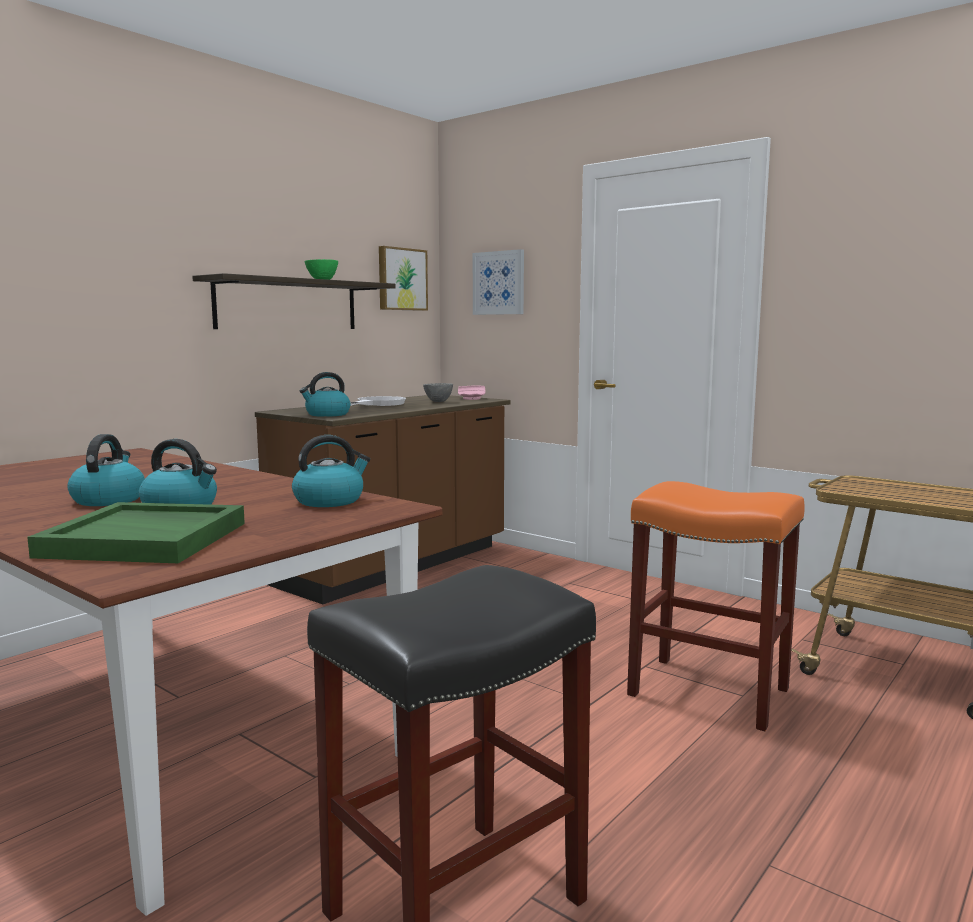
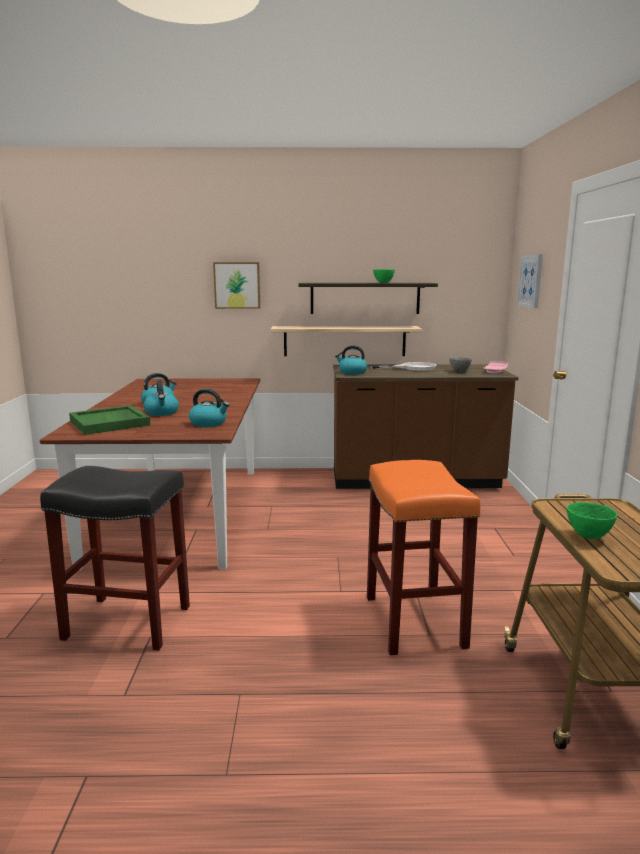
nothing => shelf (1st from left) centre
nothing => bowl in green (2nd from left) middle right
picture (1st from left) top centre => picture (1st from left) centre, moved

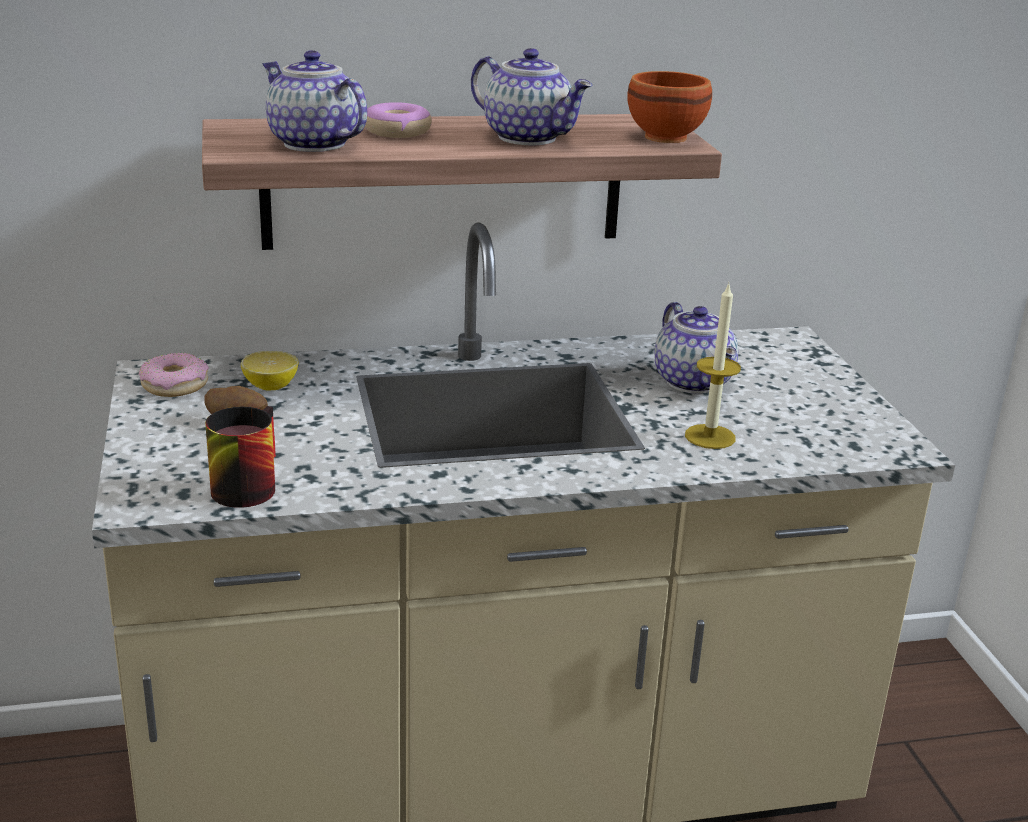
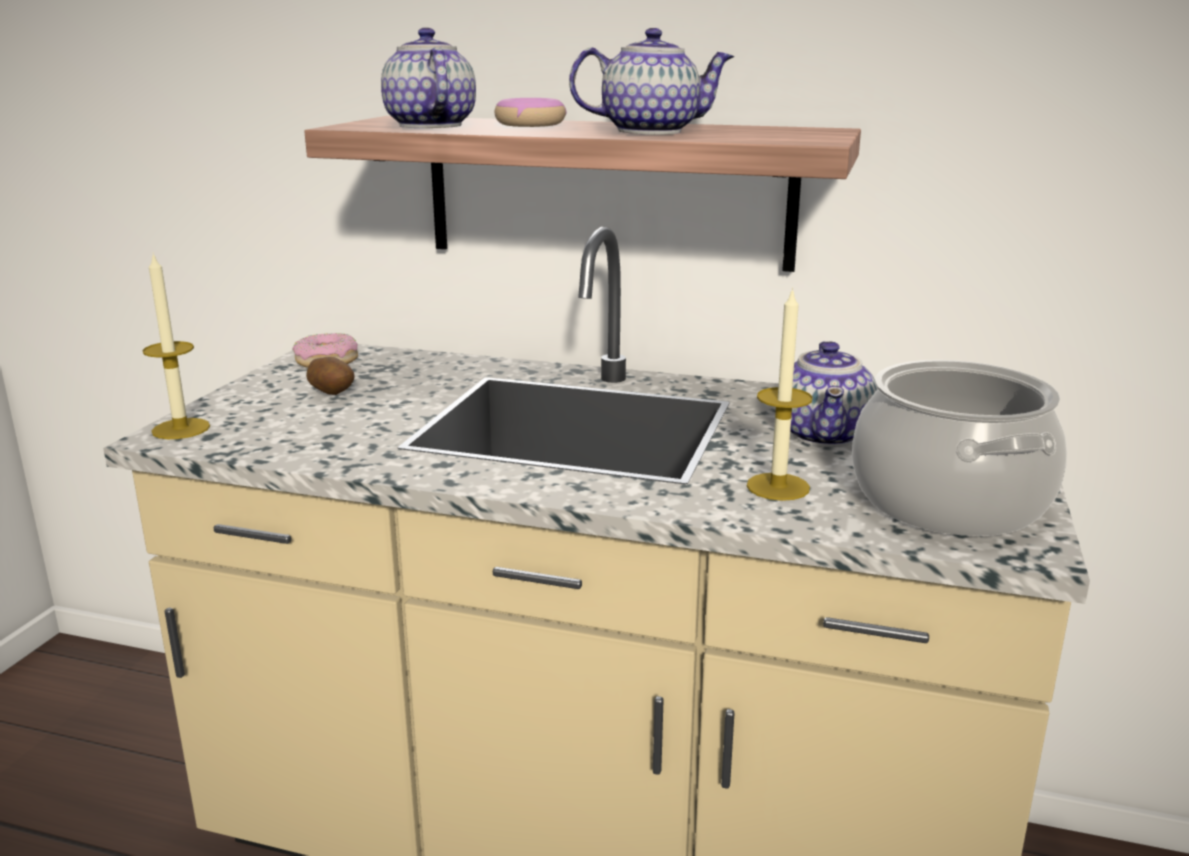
mug middle left => nothing
lemon middle left => nothing
bowl in brown top centre => nothing
nothing => candle (1st from left) middle left
nothing => cooking pot middle right
teapot (2nd from left) top centre, 75 degrees counterclockwise

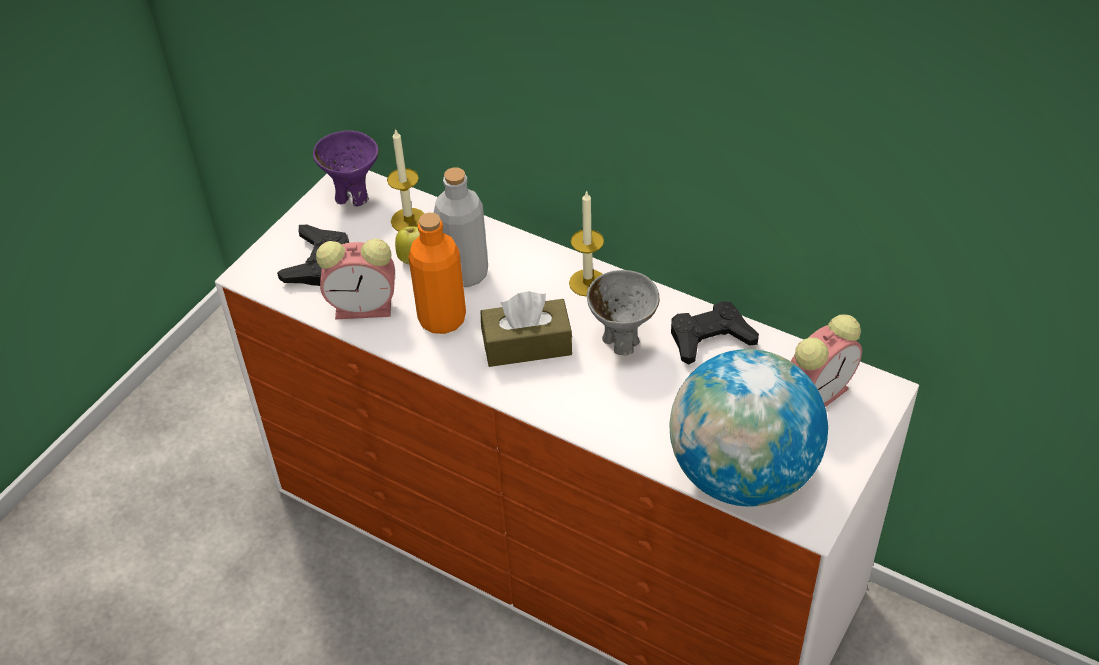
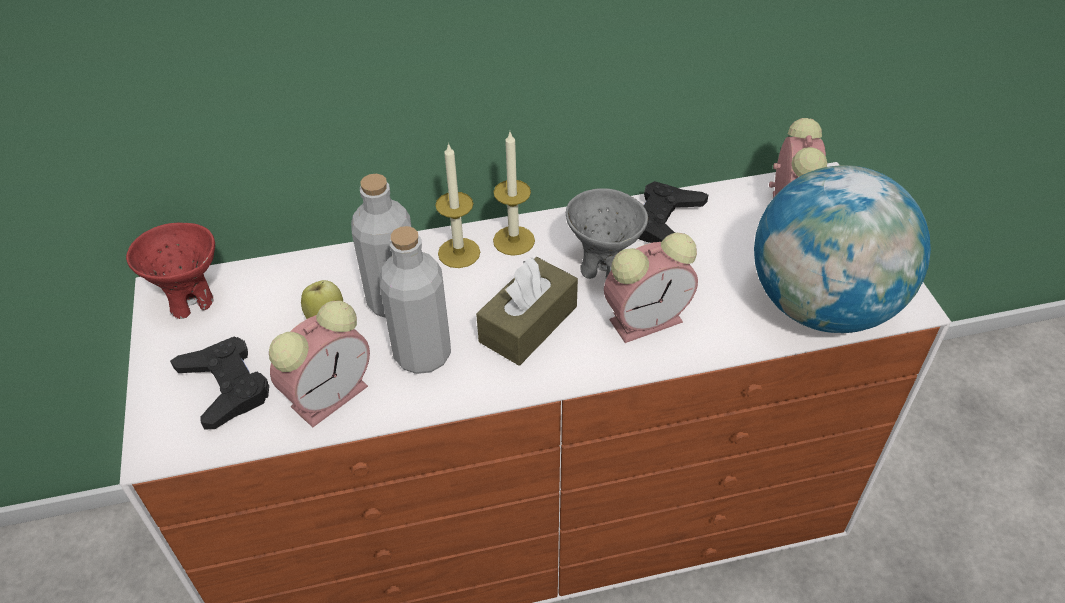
nothing => alarm clock (2nd from left) centre
candle (1st from left) top centre => candle (1st from left) centre, moved
bowl in purple top left => bowl in red middle left
bottle in orange centre => bottle in grey (2nd from left) centre

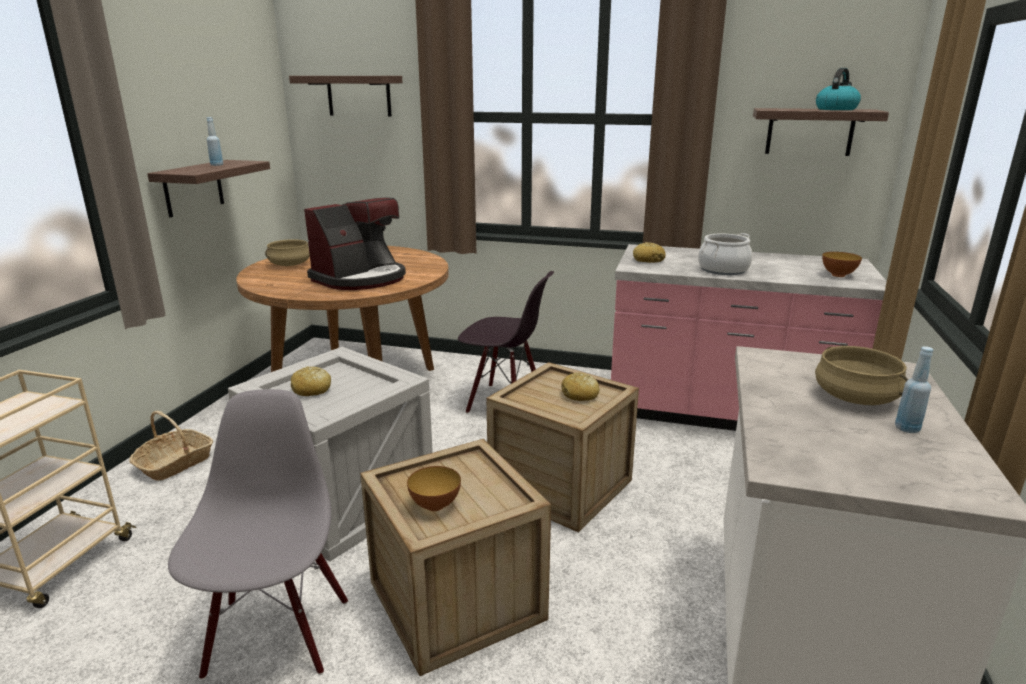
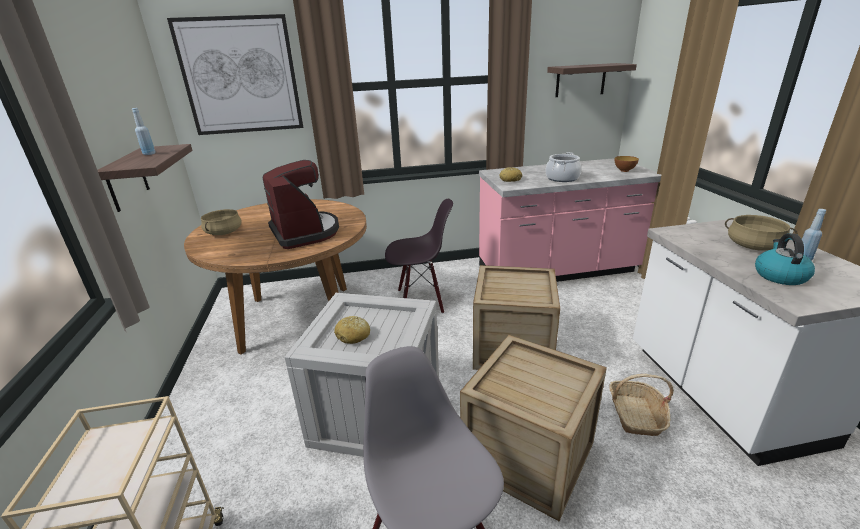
bowl (1st from left) bottom centre => nothing
bread (2nd from left) centre => nothing
basket middle left => basket bottom right, moved
kettle top right => kettle middle right, moved
shelf (2nd from left) top centre => picture top left
coffee machine centre, 45 degrees counterclockwise

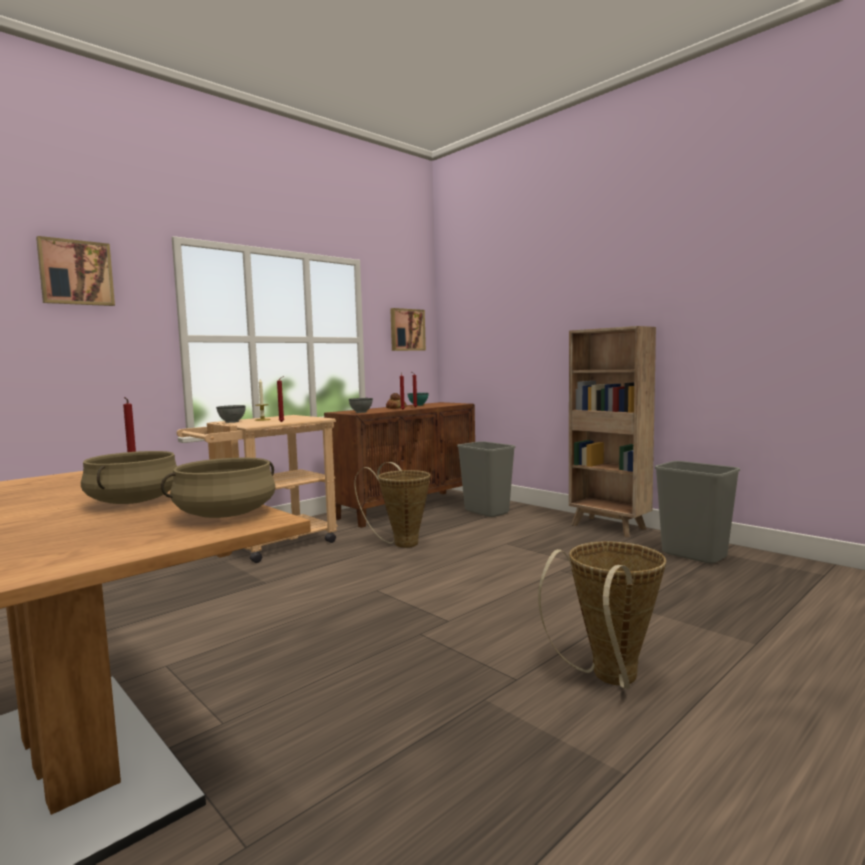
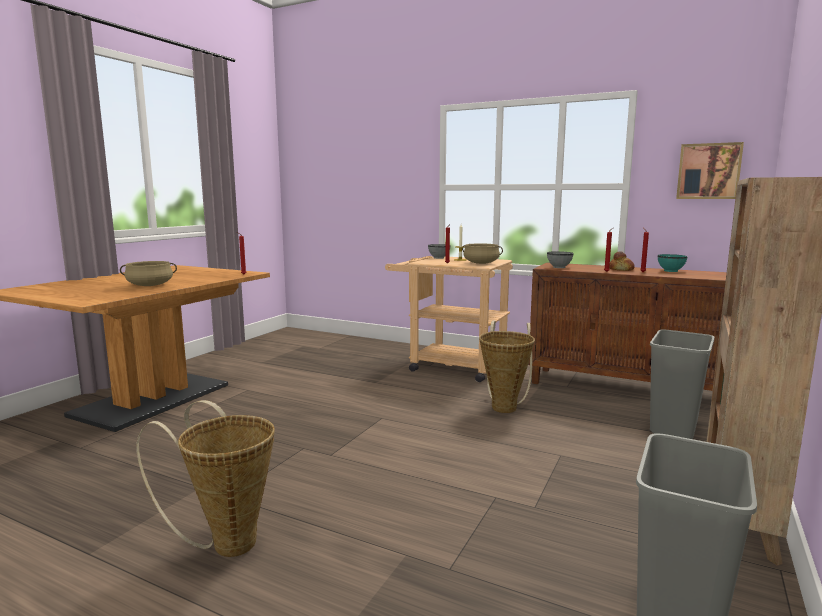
picture (1st from left) top left => nothing
cooking pot in beige (2nd from left) middle left => cooking pot in beige (2nd from left) centre, moved

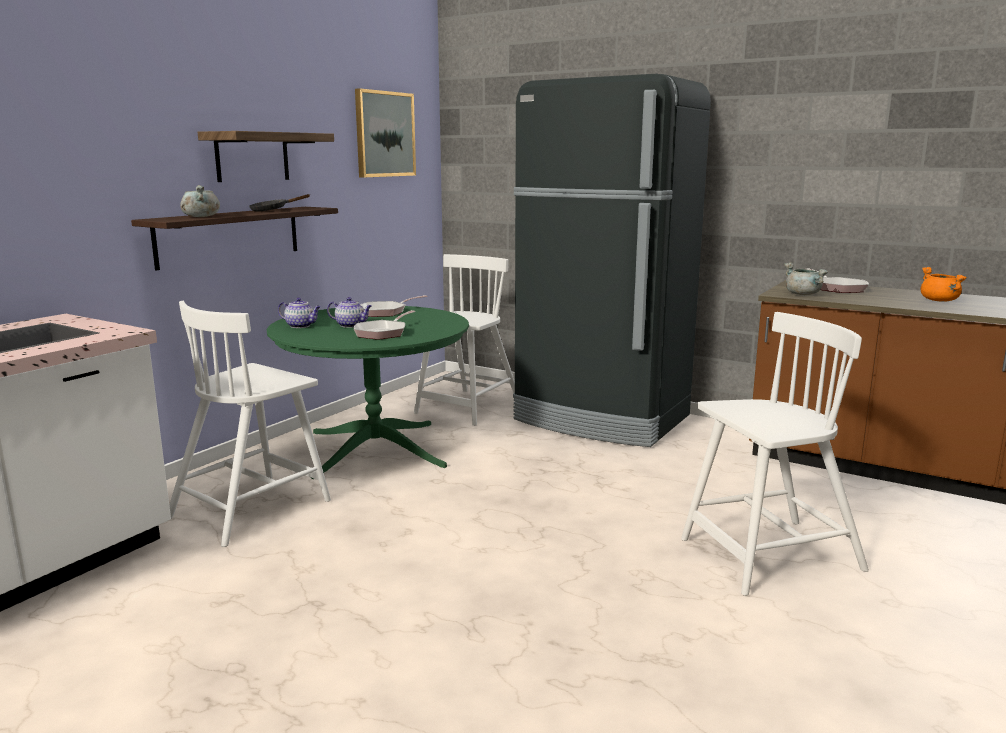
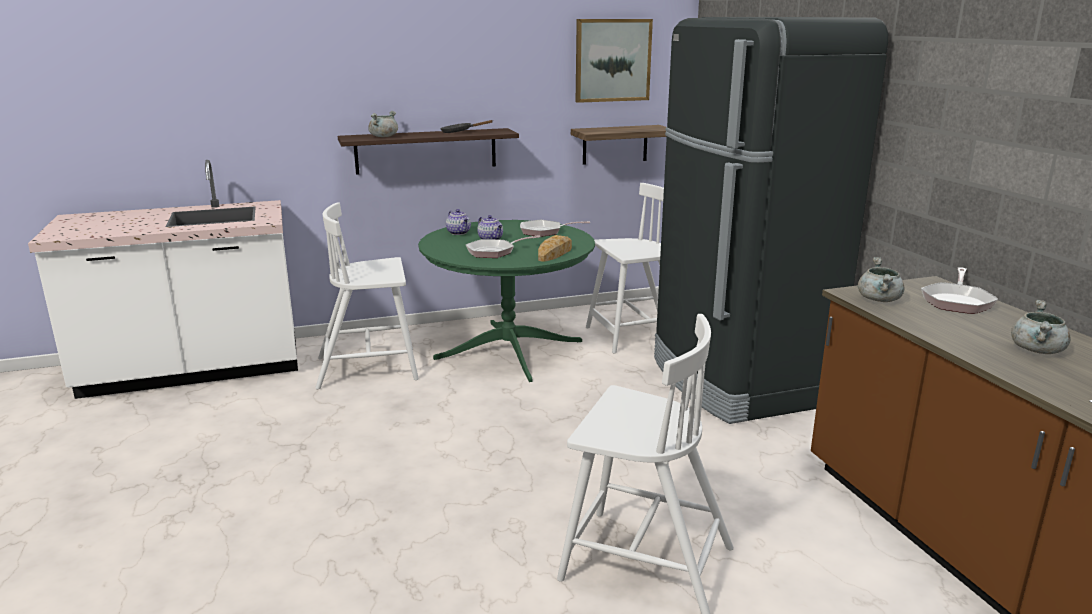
nothing => bread centre
shelf (2nd from left) top left => shelf (2nd from left) top centre, moved
cooking pot in orange middle right => cooking pot in grey (3rd from left) middle right

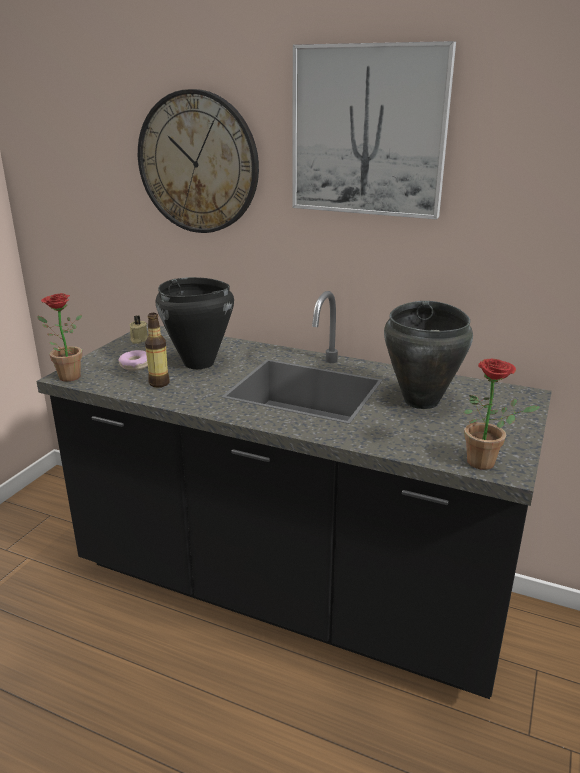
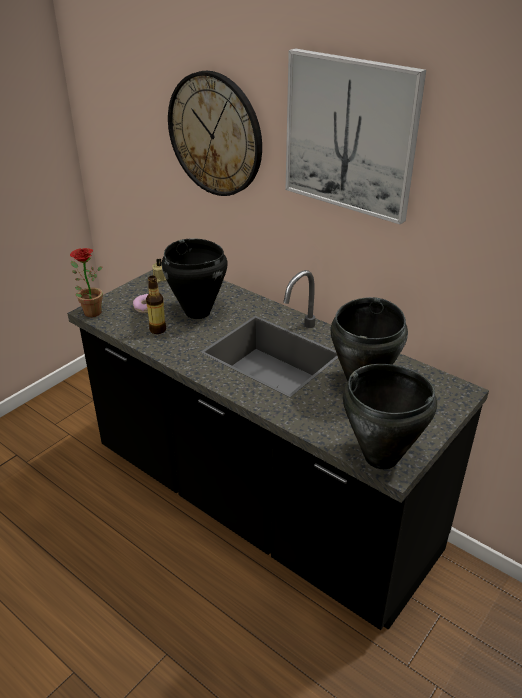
potted plant (2nd from left) middle right => cooking pot in black (3rd from left) middle right

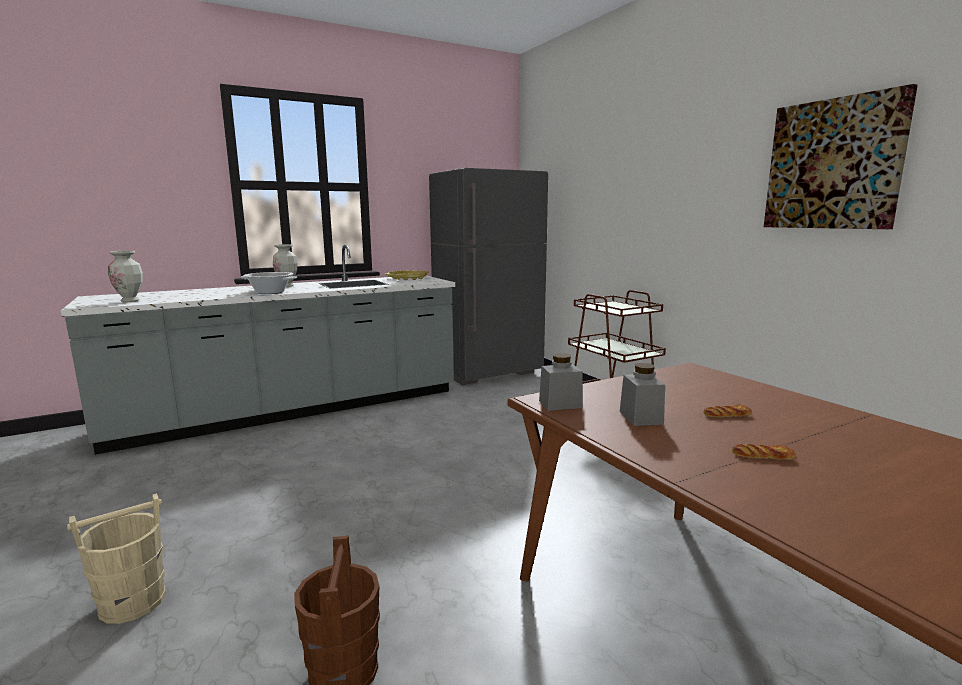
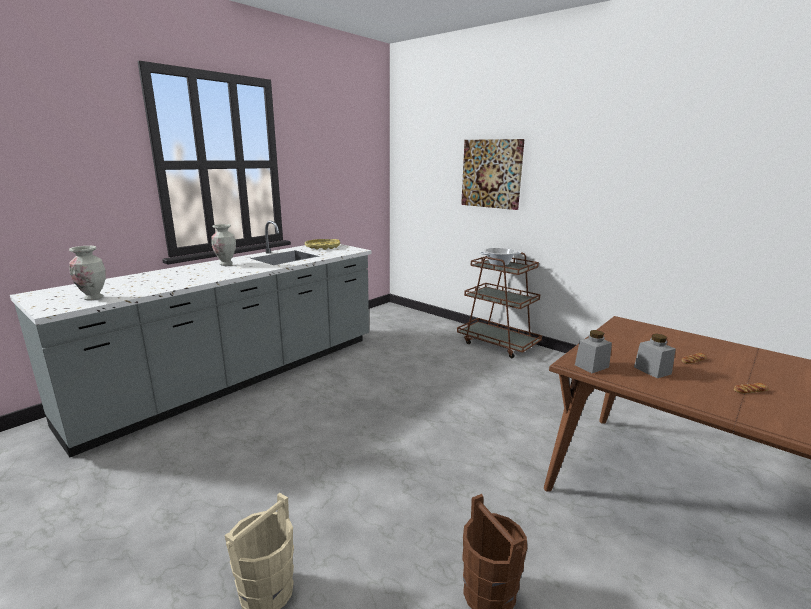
fridge in grey centre => nothing
cooking pot middle left => cooking pot centre, moved
picture top right => picture top centre, moved

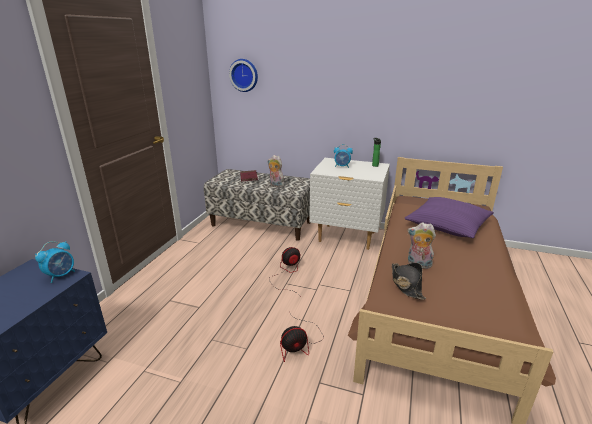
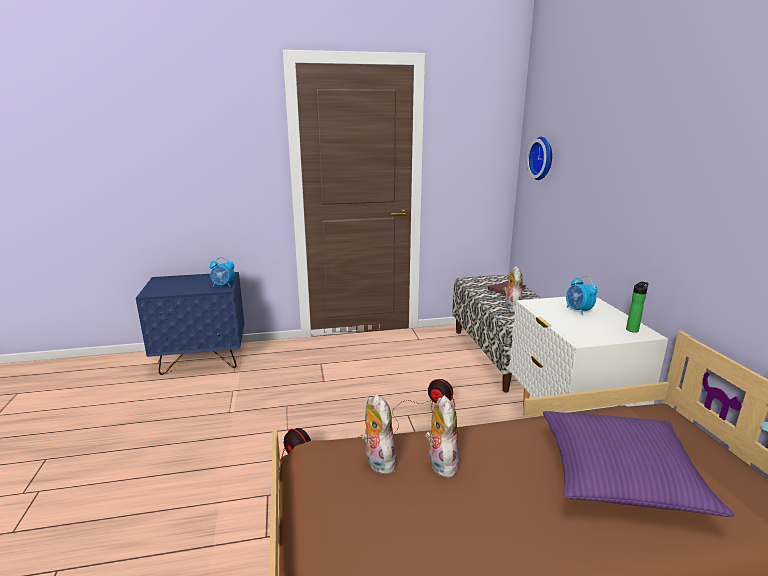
hat in black middle right => plush toy (1st from left) bottom centre

